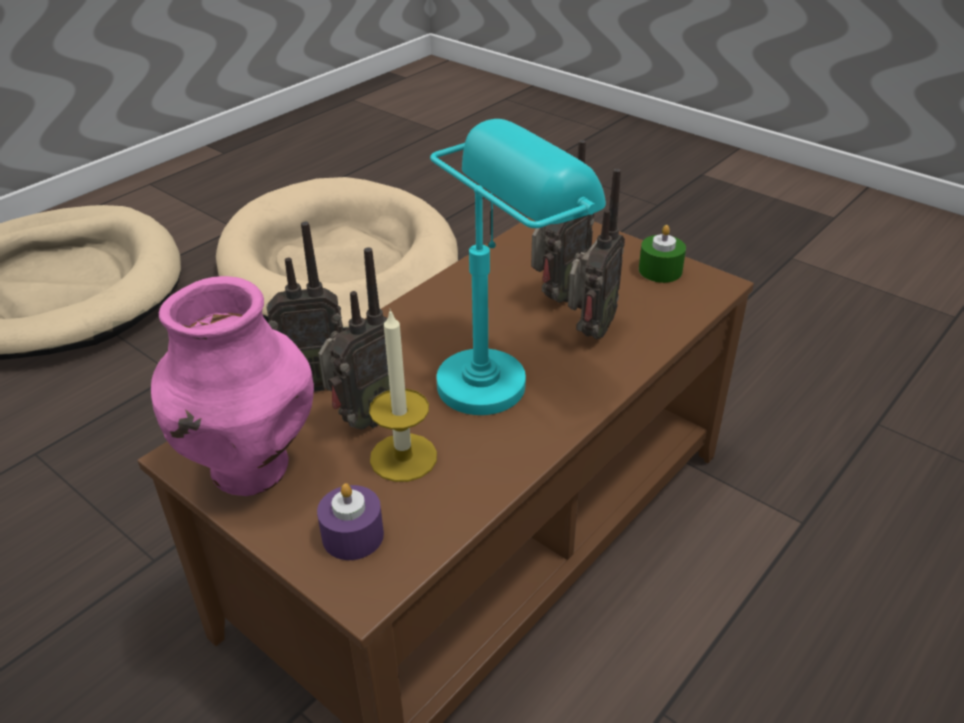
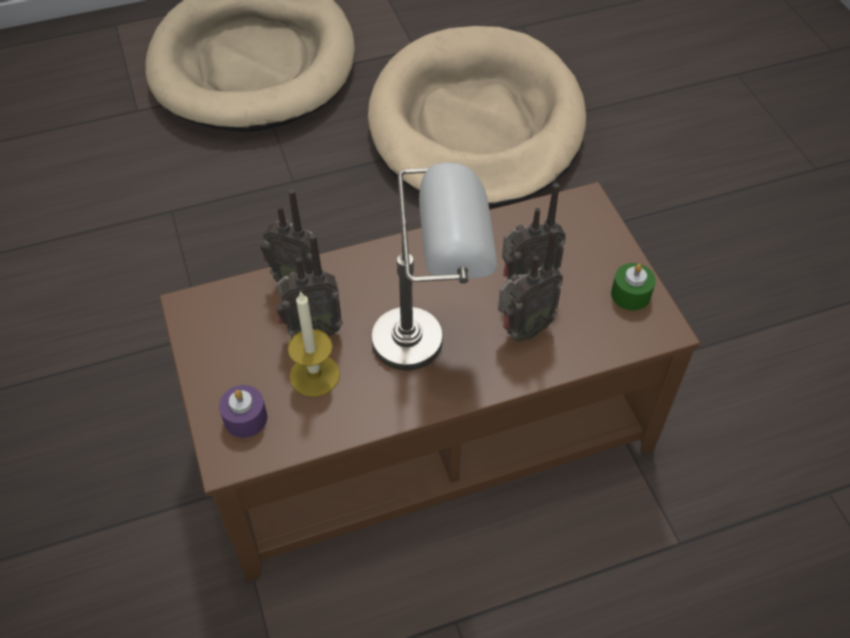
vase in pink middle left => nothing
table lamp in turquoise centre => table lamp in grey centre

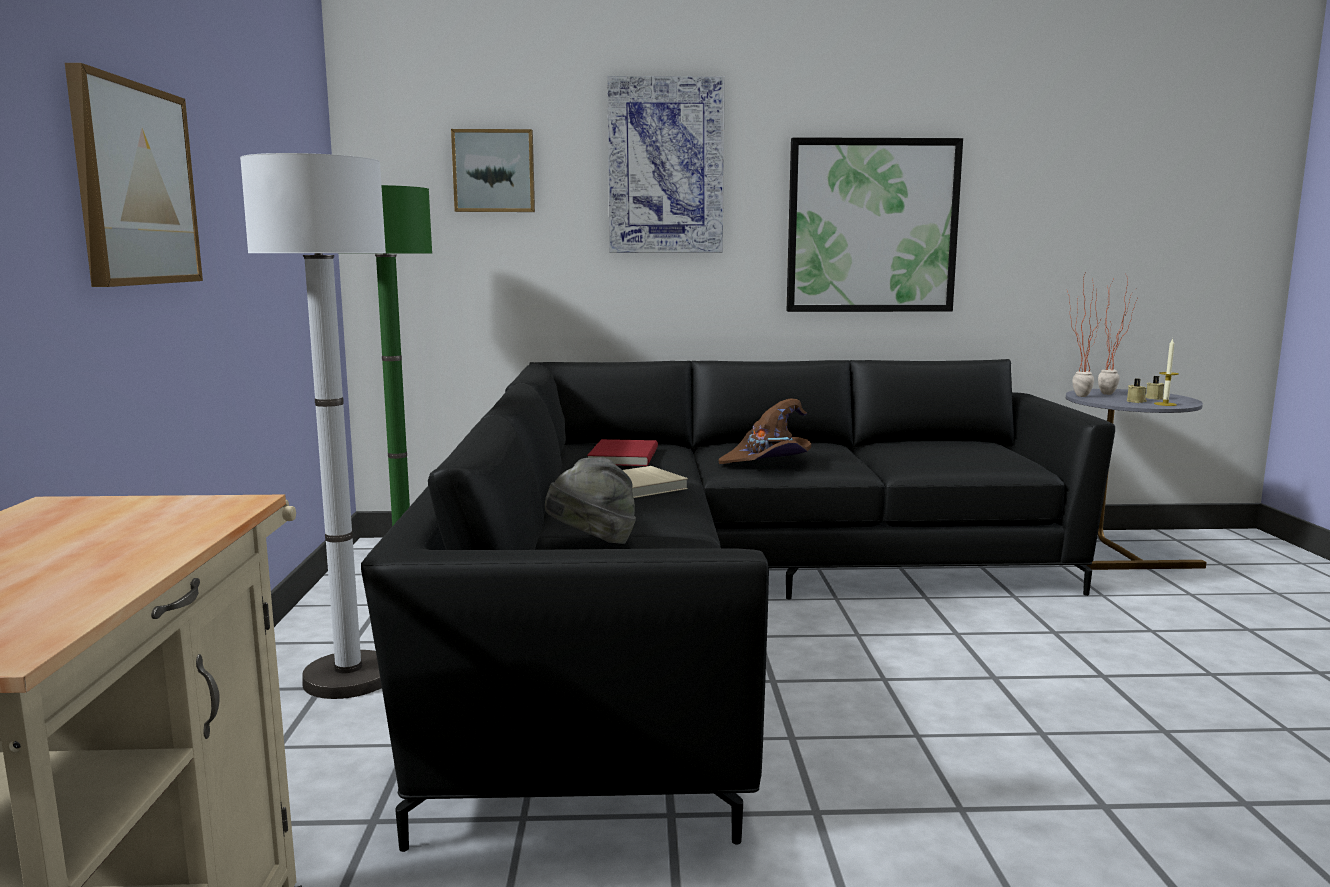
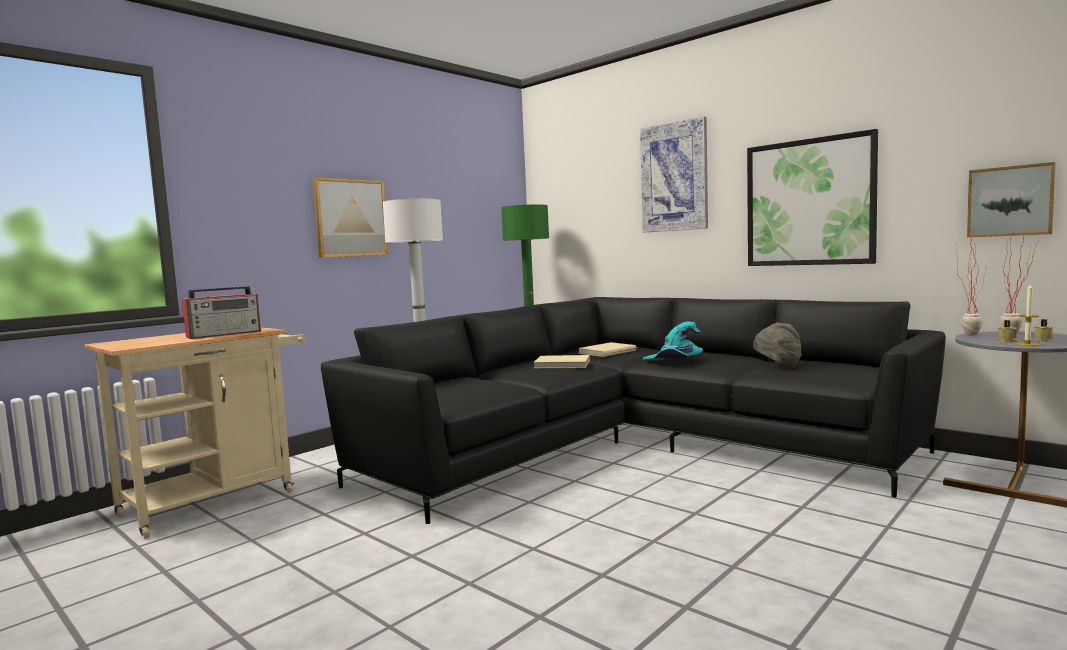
nothing => radio middle left
picture (2nd from left in the first image) top centre => picture (4th from left) top right, moved
hat in grey centre => hat in grey middle right, moved
book in red centre => book in beige (2nd from left) centre
hat in brown centre => hat in turquoise centre

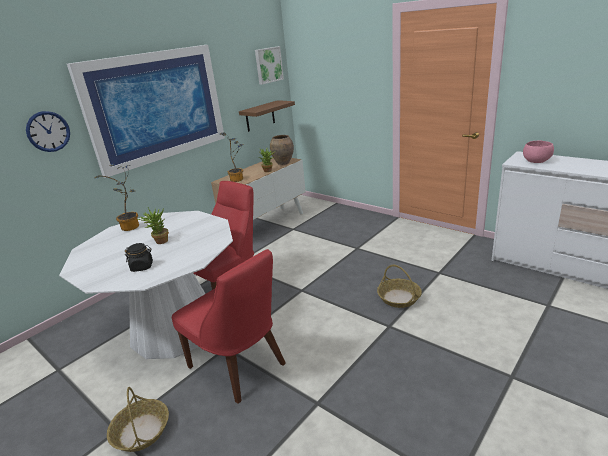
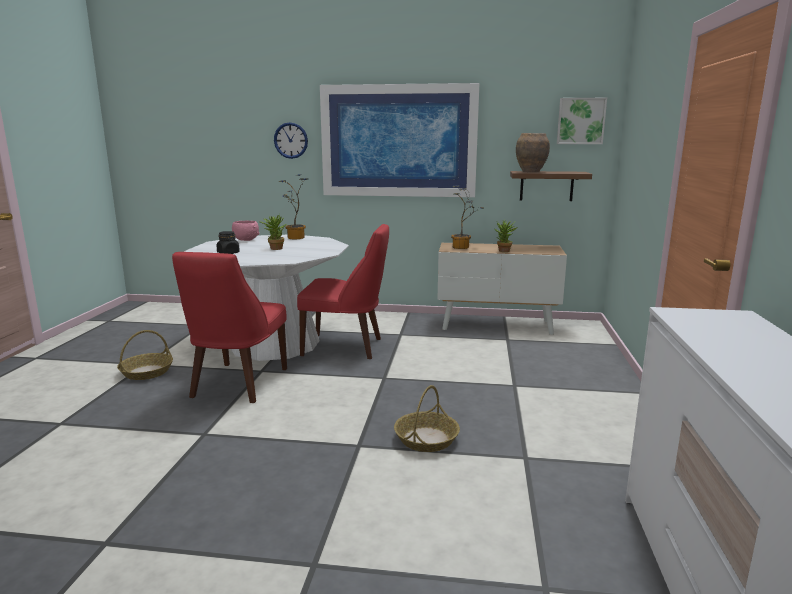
vase in brown top centre => vase in brown top right, moved
bowl in pink top right => bowl in pink middle left, moved

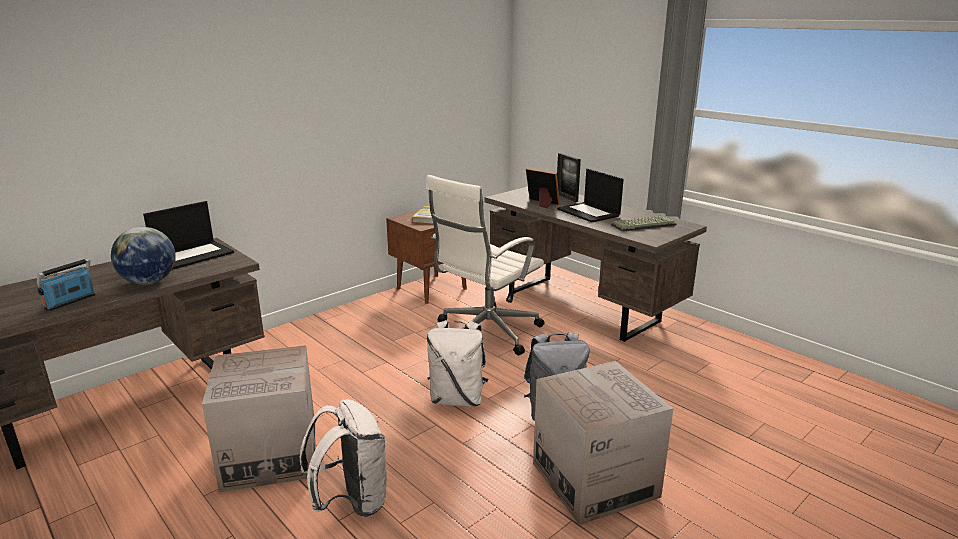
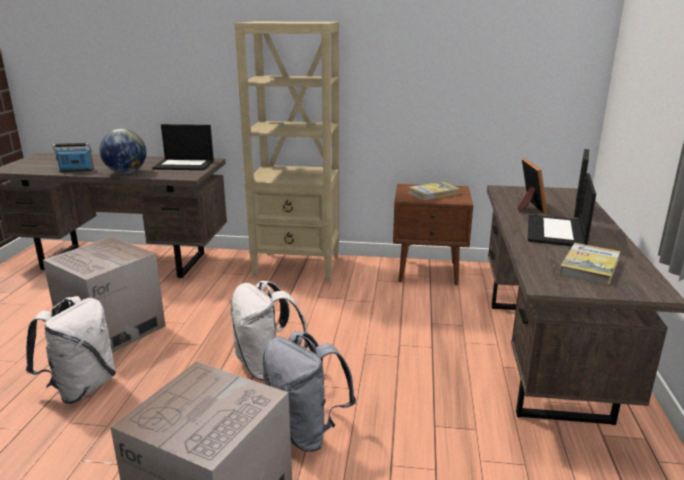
office chair in white centre => nothing
nothing => bookcase in beige top centre
keyboard middle right => book (2nd from left) middle right

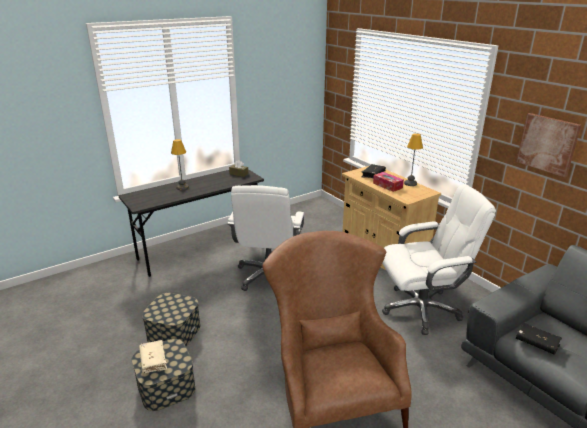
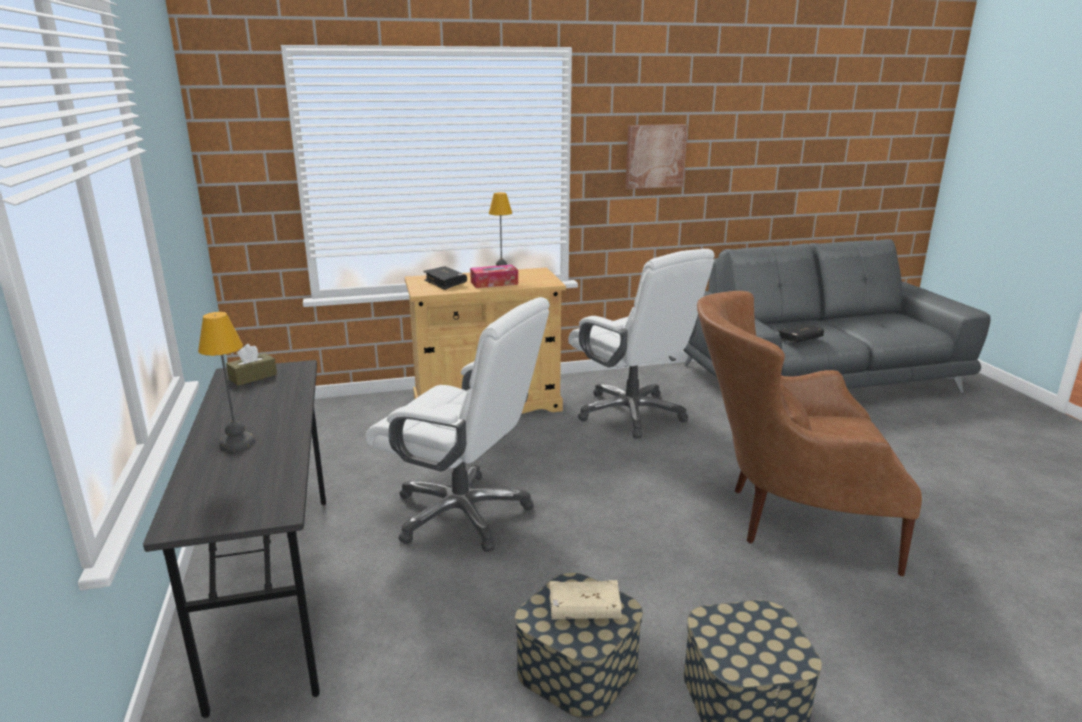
book in beige bottom left => book in beige bottom centre, moved
office chair in white (2nd from left) middle right => office chair in white (2nd from left) centre, 135 degrees clockwise

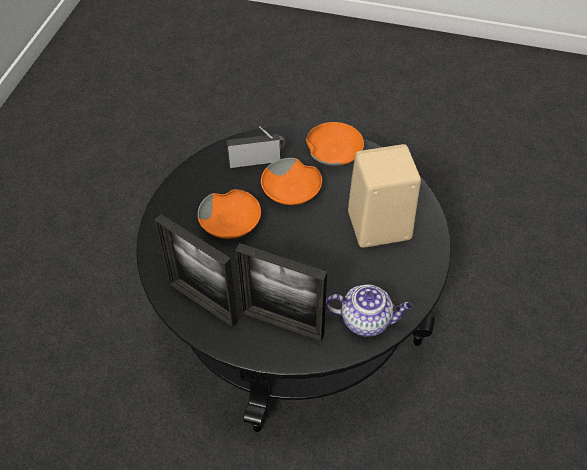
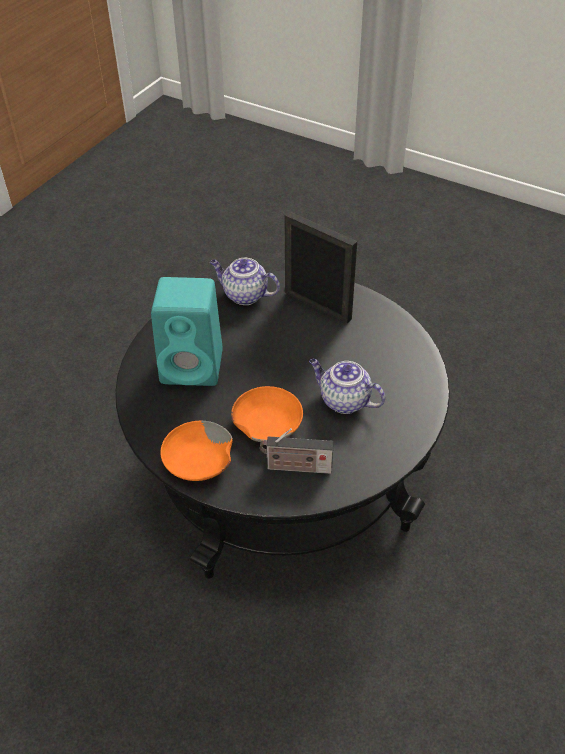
picture frame (1st from left) centre => nothing
bowl in orange (1st from left) centre => teapot (2nd from left) centre
speaker in beige centre => speaker in turquoise middle left

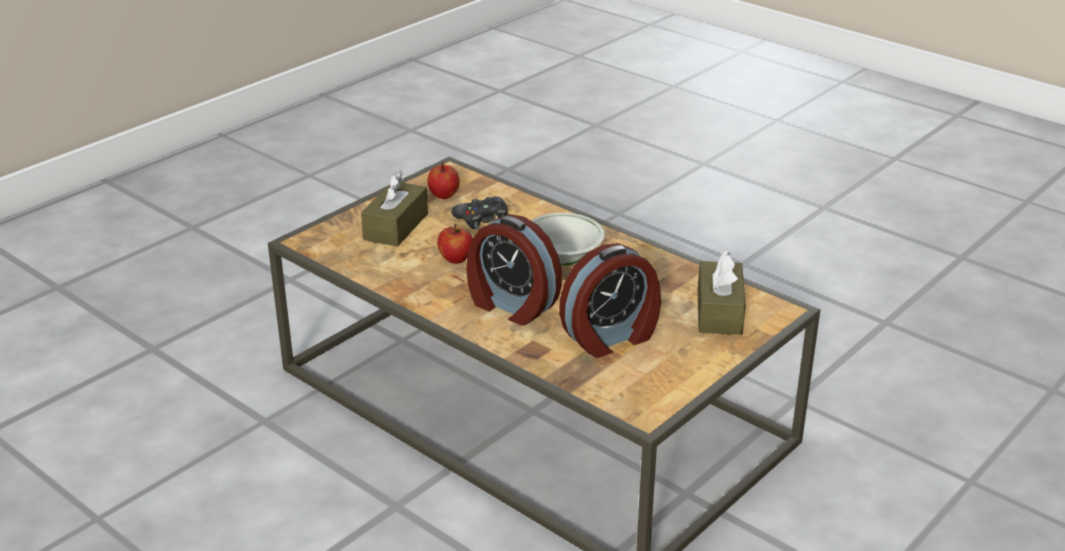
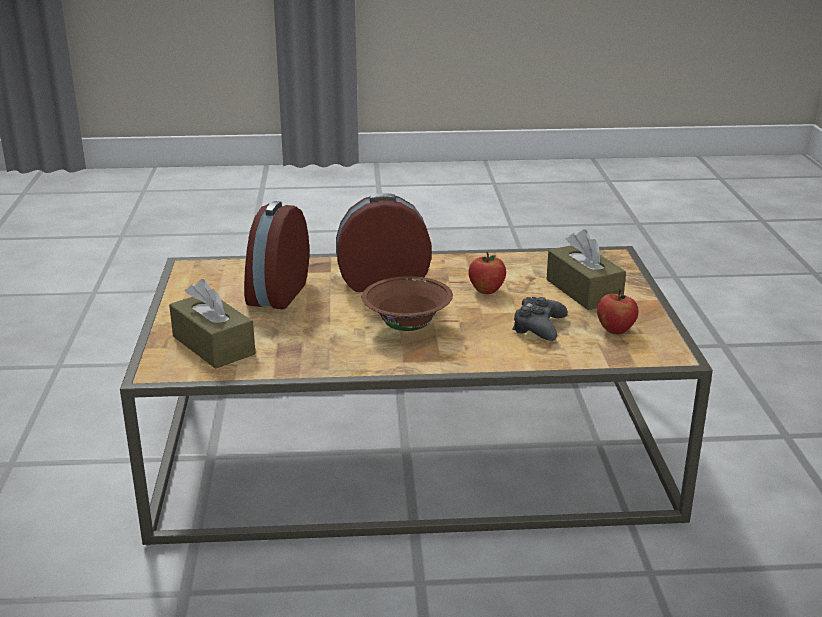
bowl in white centre => bowl in brown centre

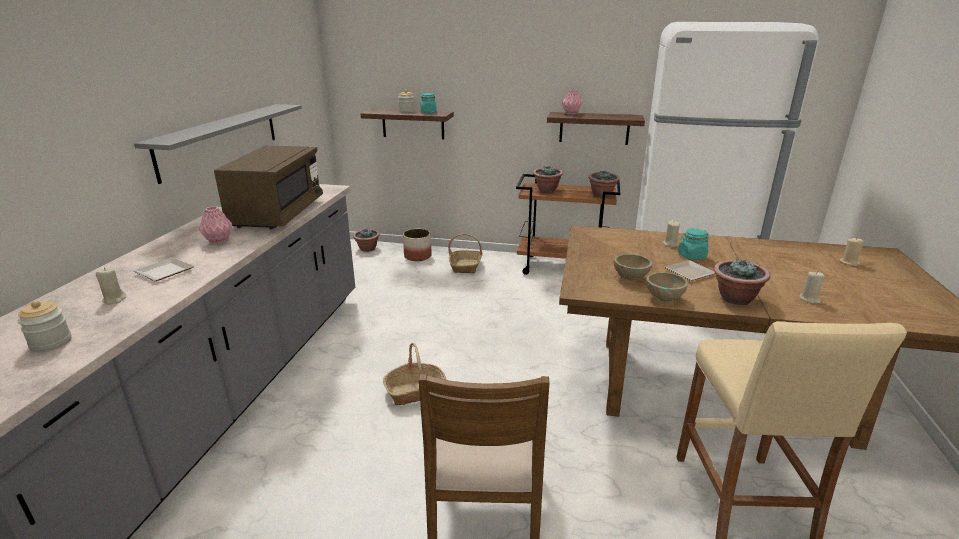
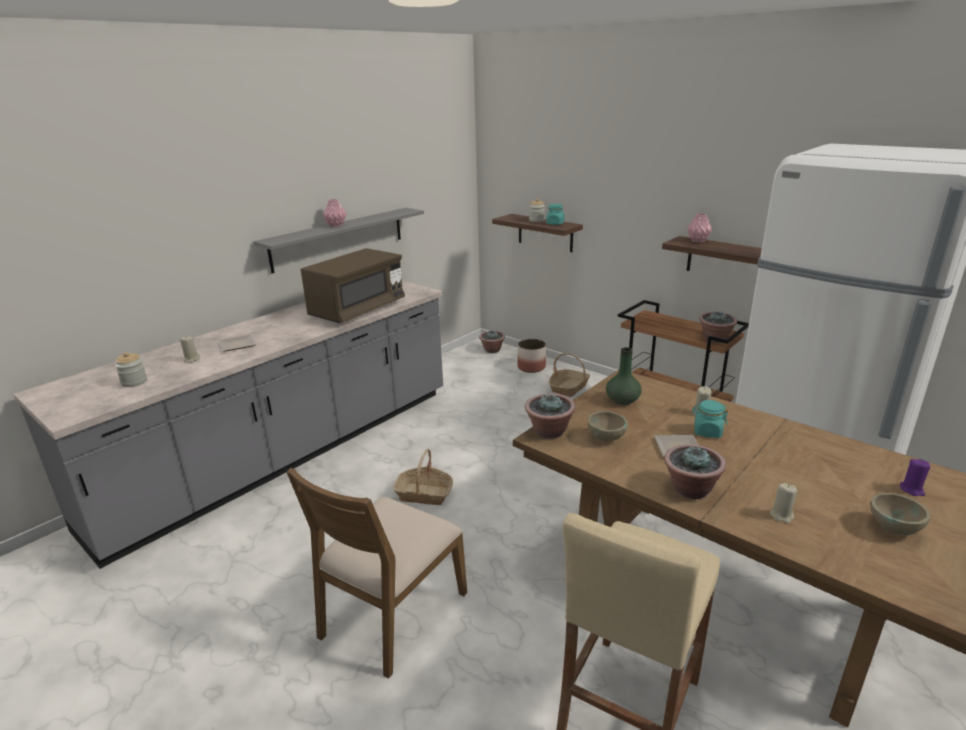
nothing => vase in green centre
vase in pink (1st from left) middle left => vase in pink (1st from left) top centre, moved
potted plant (2nd from left) top centre => potted plant (2nd from left) centre, moved
bowl in beige (2nd from left) middle right => bowl in beige (2nd from left) bottom right, moved
candle in beige (4th from left) middle right => candle in purple middle right

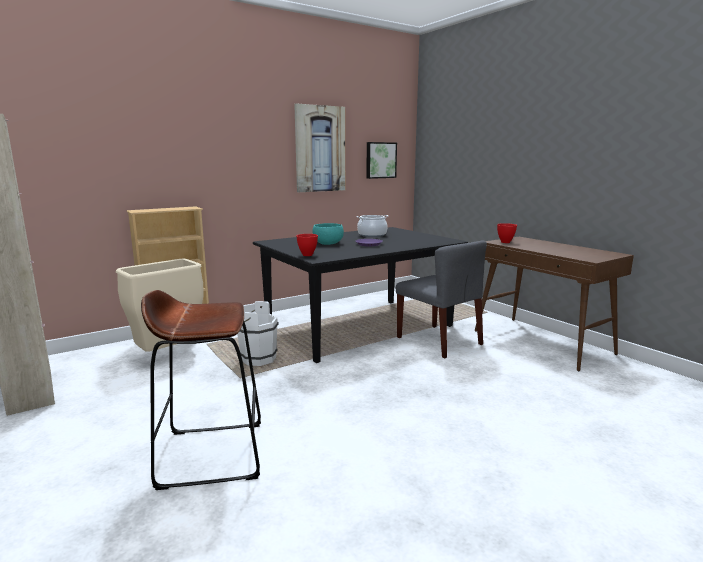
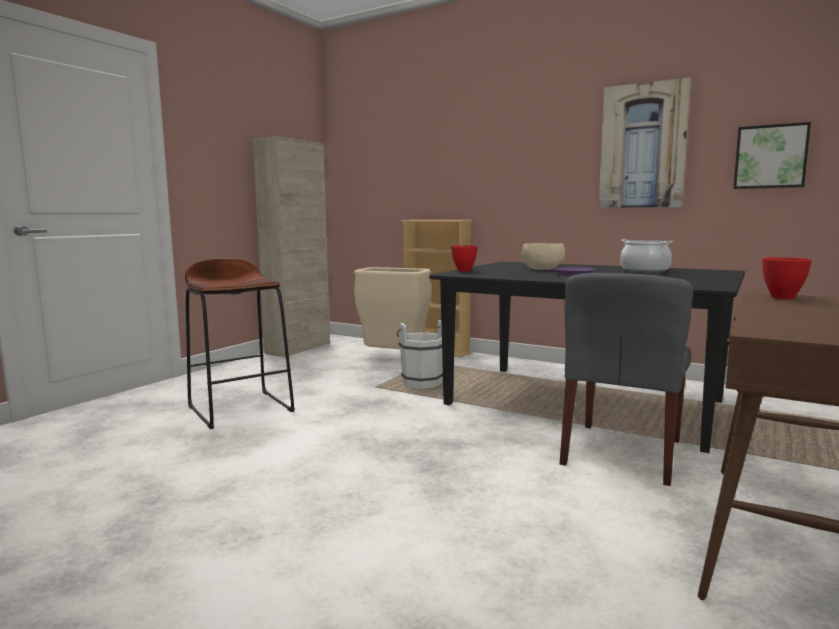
bowl in turquoise centre => bowl in beige centre

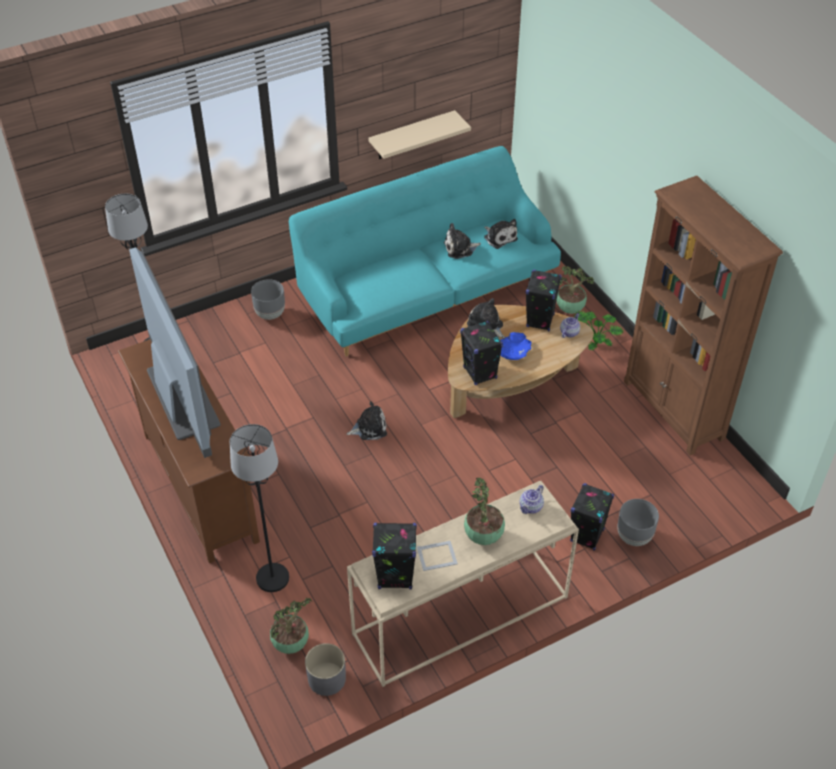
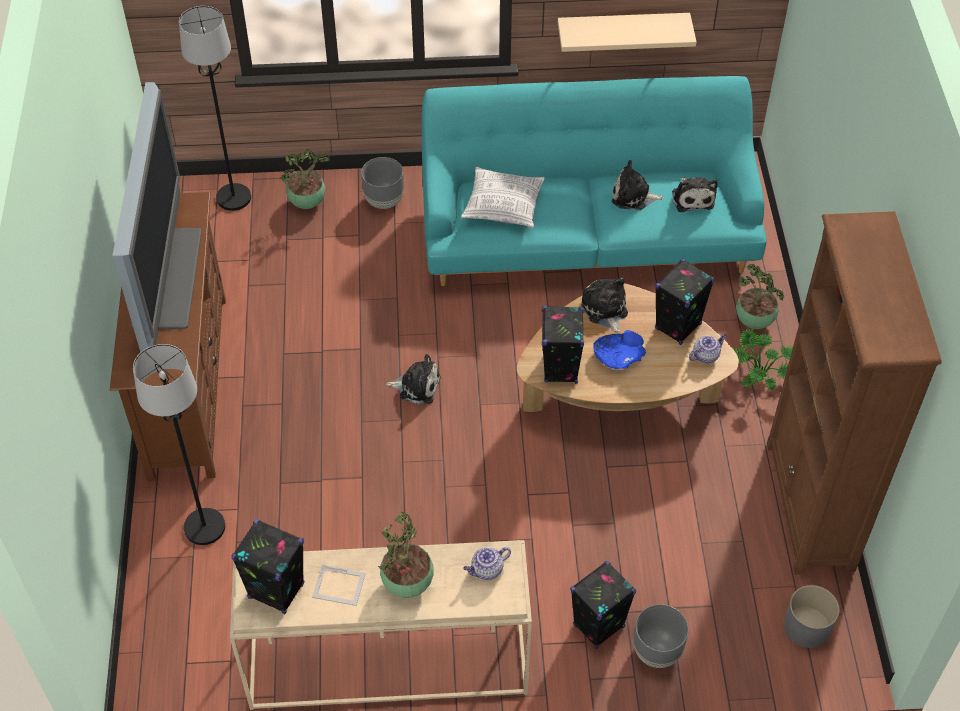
nothing => pillow top centre
potted plant (1st from left) bottom centre => potted plant (1st from left) top left, moved
planter in grey (2nd from left in the first image) bottom centre => planter in grey (3rd from left) bottom right, moved

